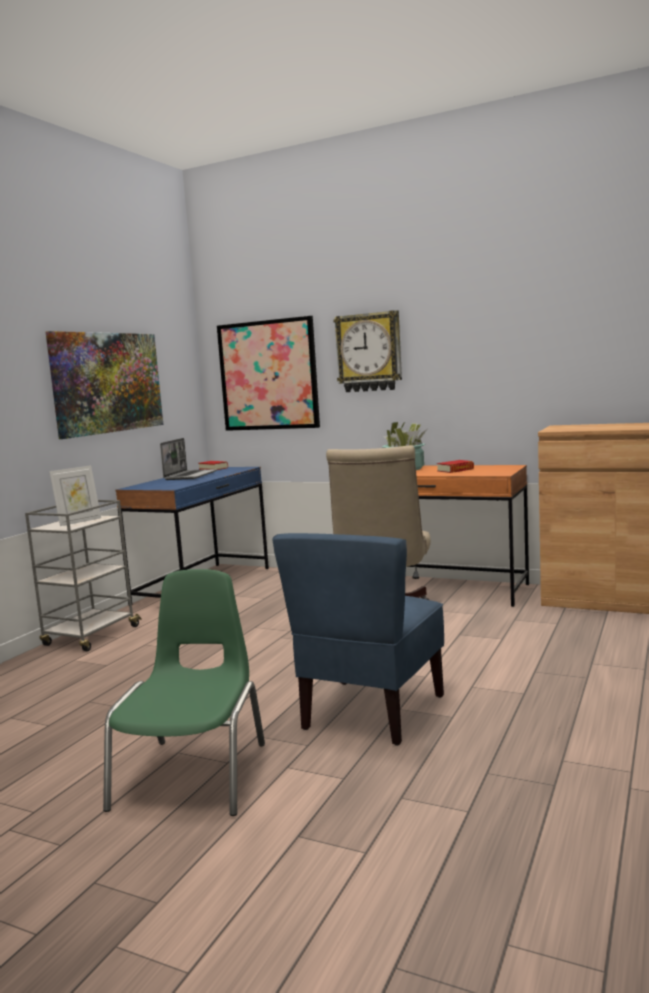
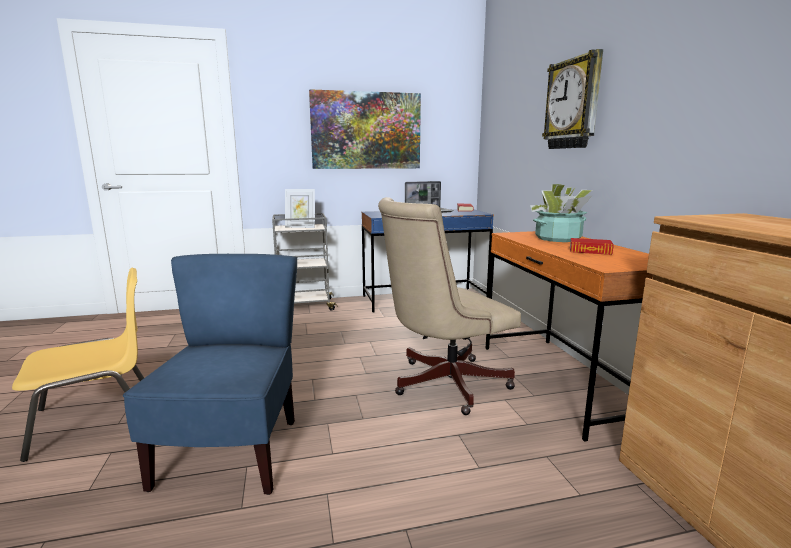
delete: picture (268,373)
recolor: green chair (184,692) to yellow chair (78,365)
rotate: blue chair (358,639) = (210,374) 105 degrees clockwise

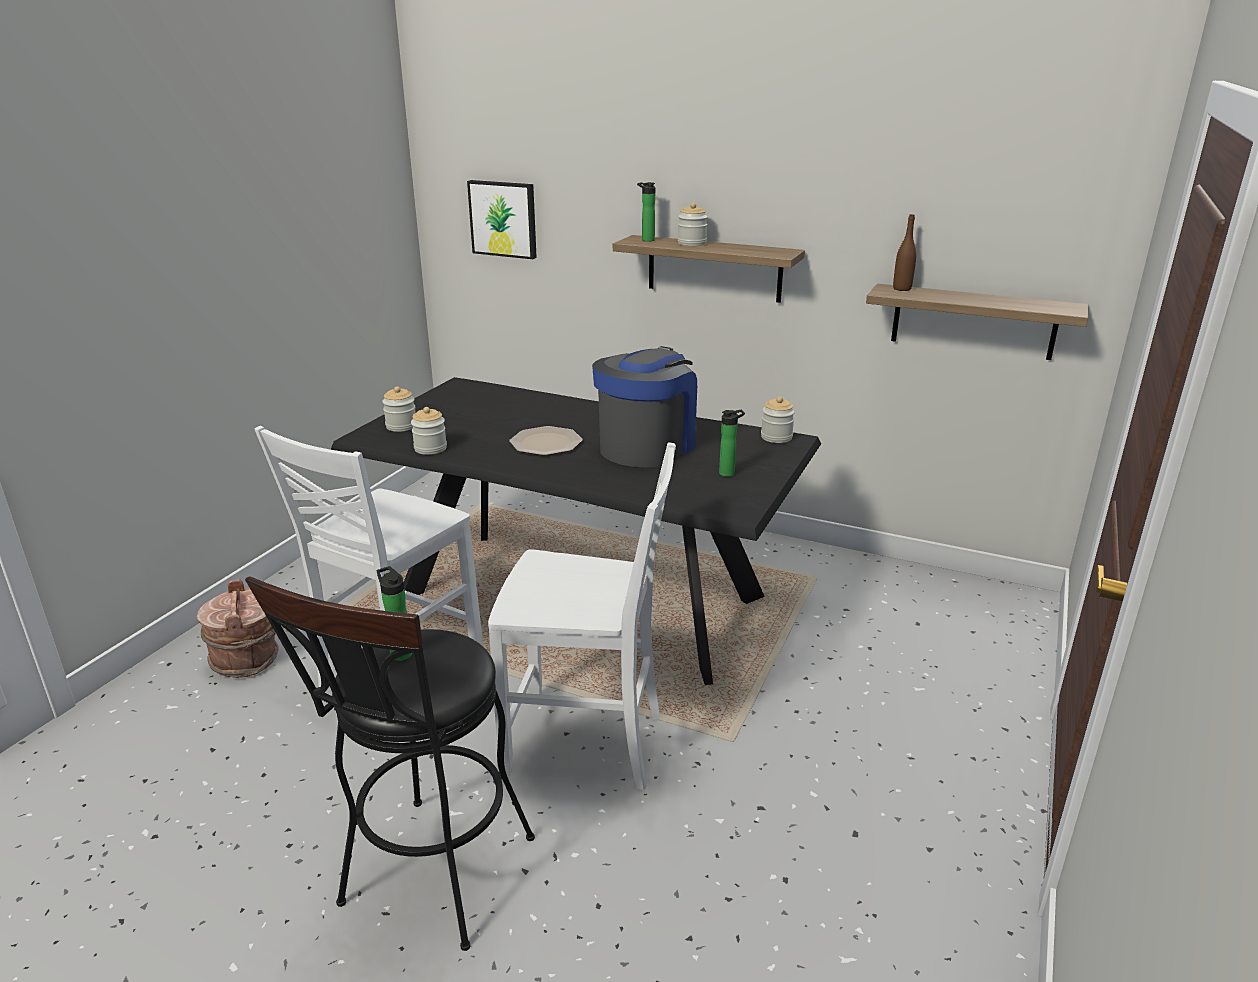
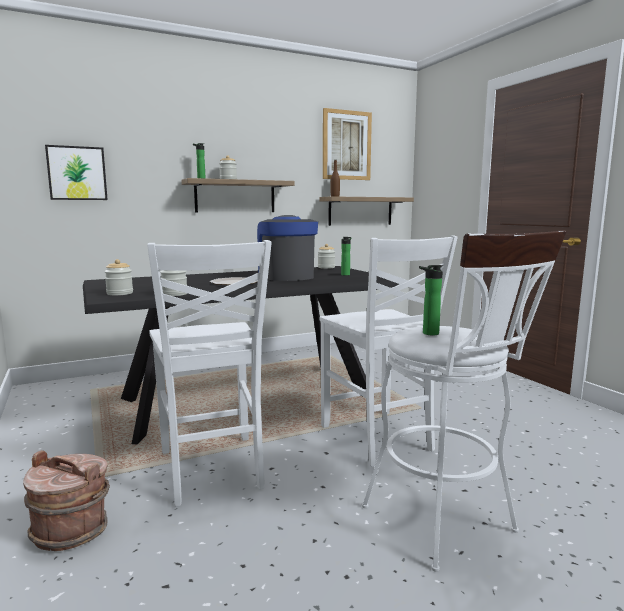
insert: picture (347,144)
recolor: black stool (390,763) to white stool (464,401)
rotate: white chair (582,616) = (389,351) 105 degrees clockwise

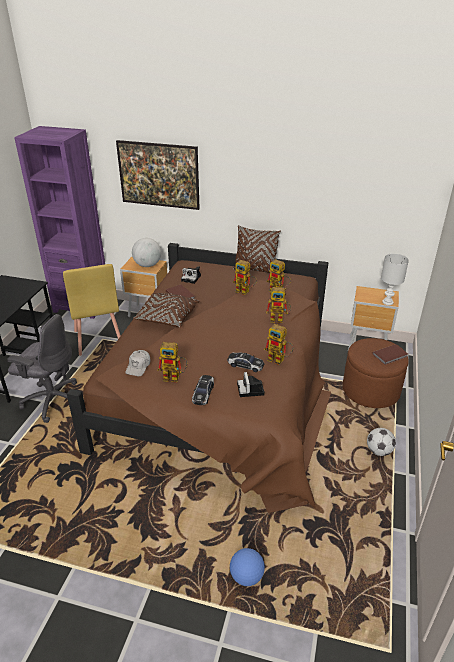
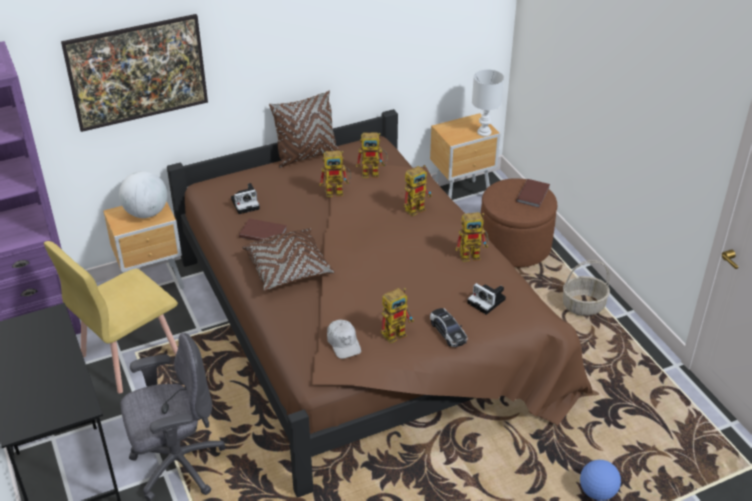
delete: toy car (245,362)
replace: football (381,442) to basket (586,288)
rotate: yellow chair (92,310) = (111,317) 105 degrees clockwise

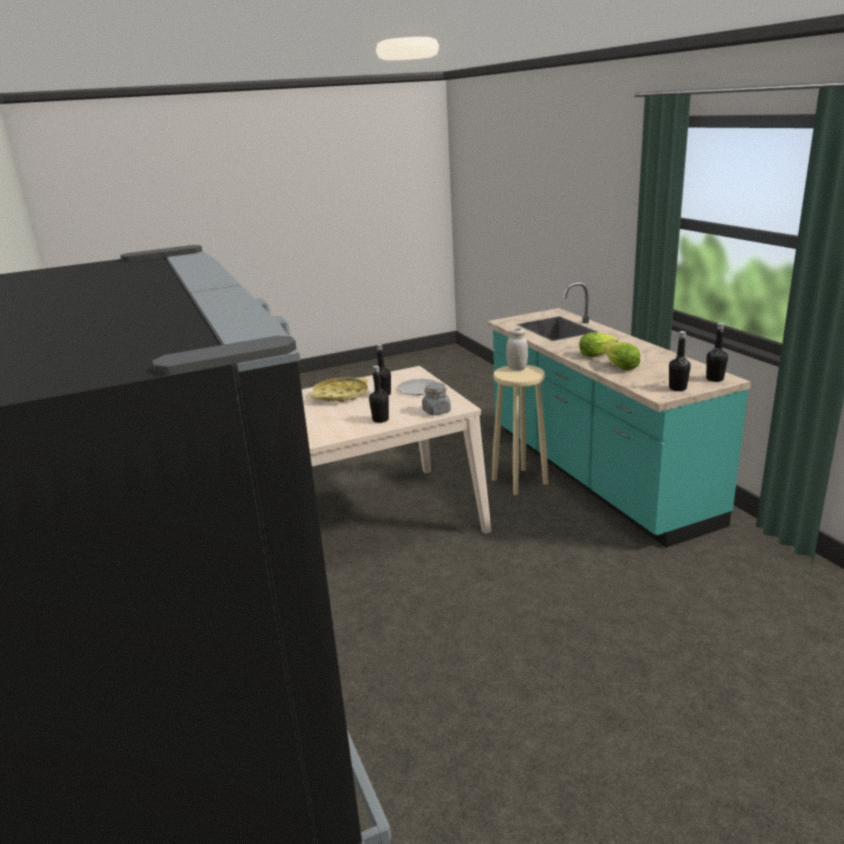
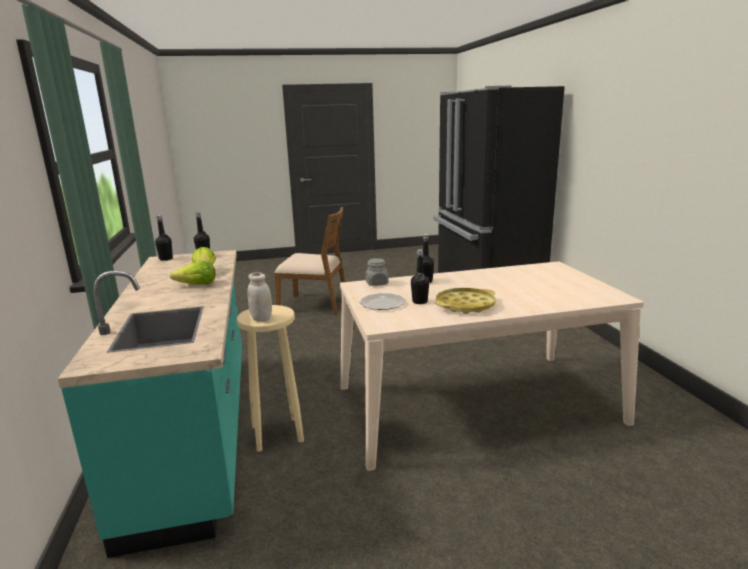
insert: brown chair (309,261)

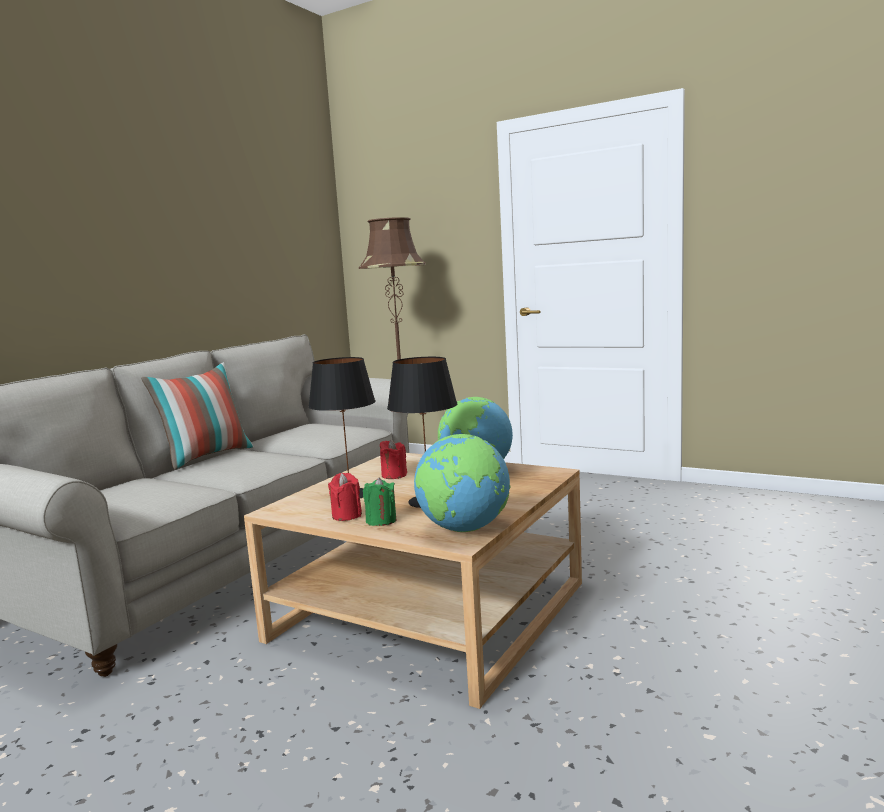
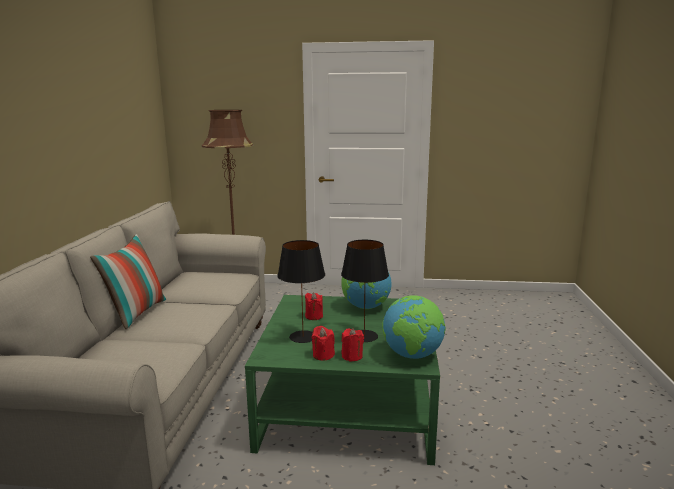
recolor: beige coffee table (413,581) to green coffee table (342,380); green candle (380,501) to red candle (352,345)

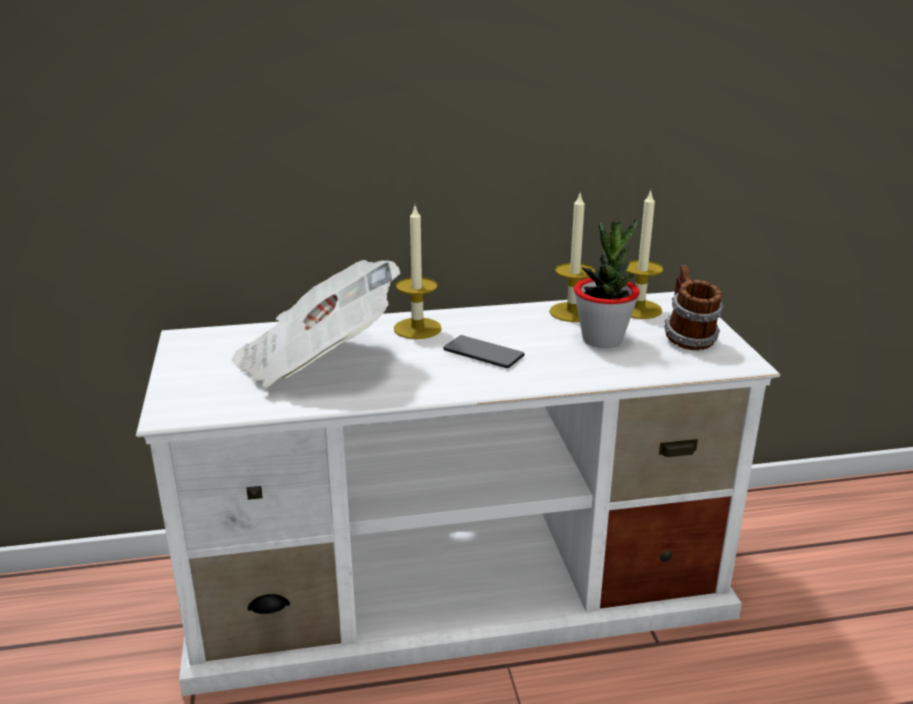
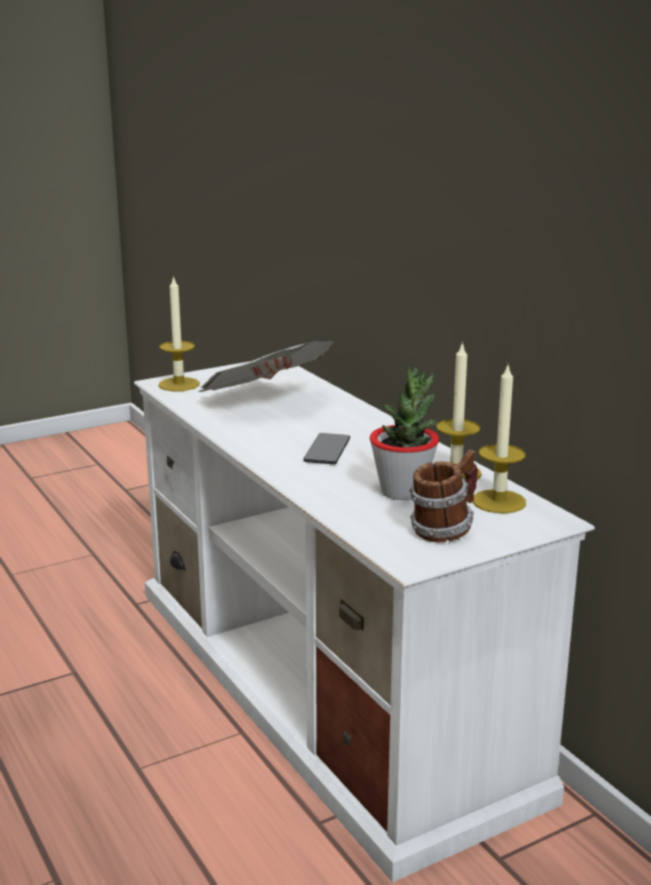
move: candle (418,272) to (179,333)

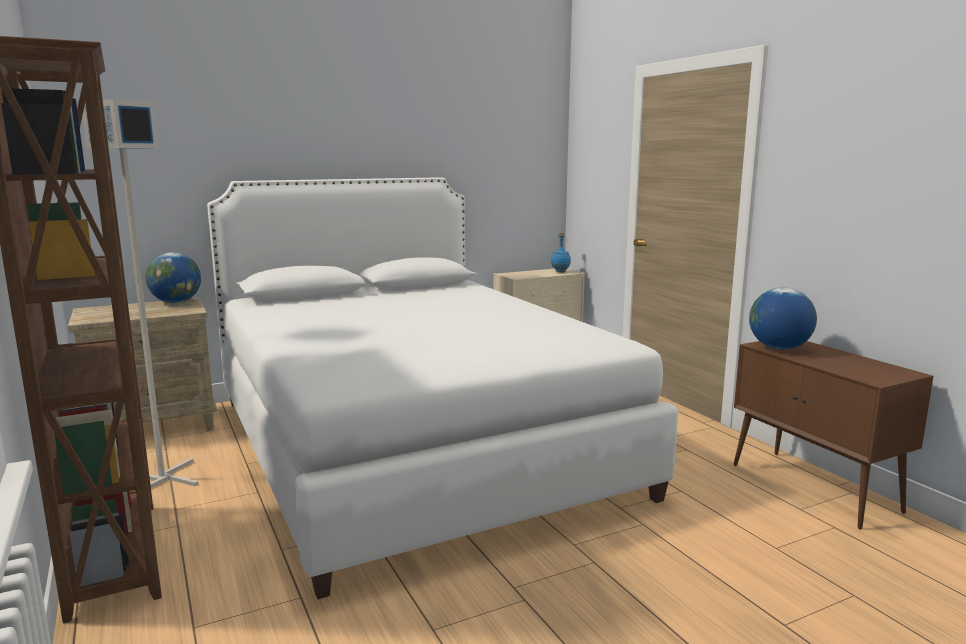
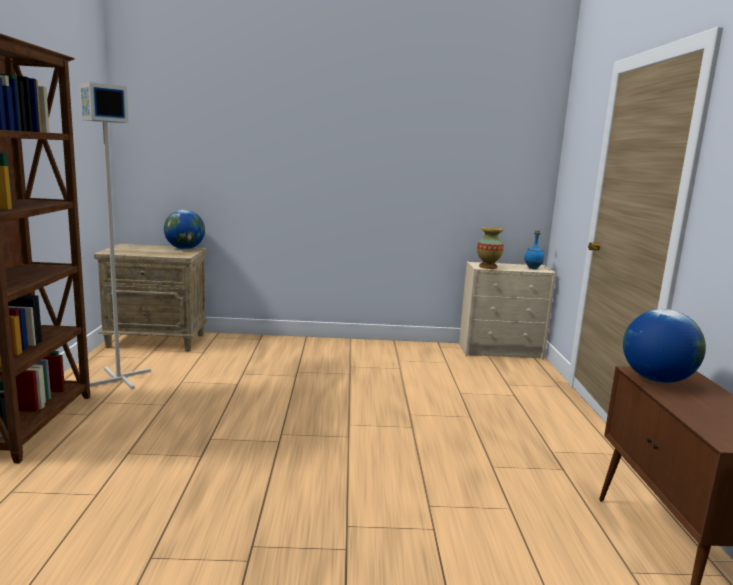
delete: white bed (442,388)
insert: vase (490,248)

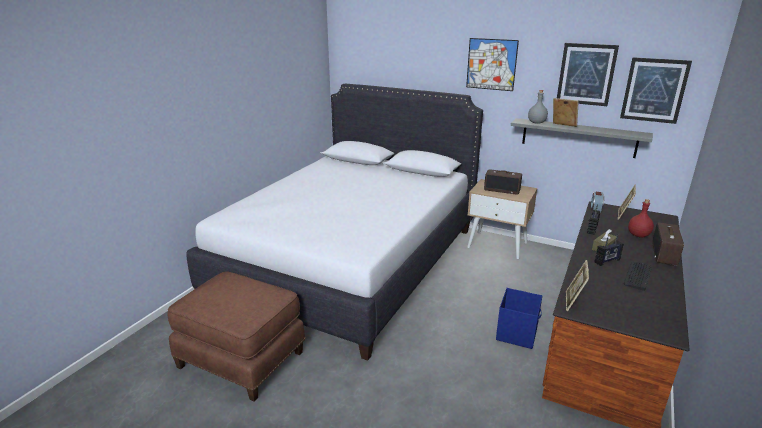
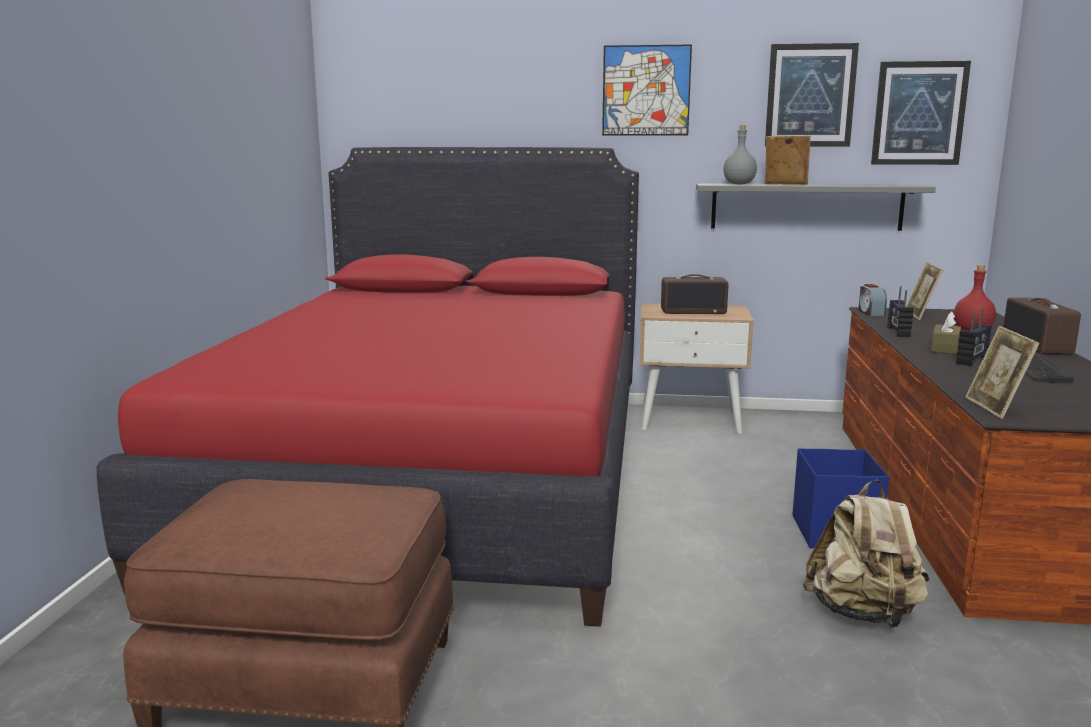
insert: beige backpack (866,554)
recolor: white bed (334,222) to red bed (368,387)

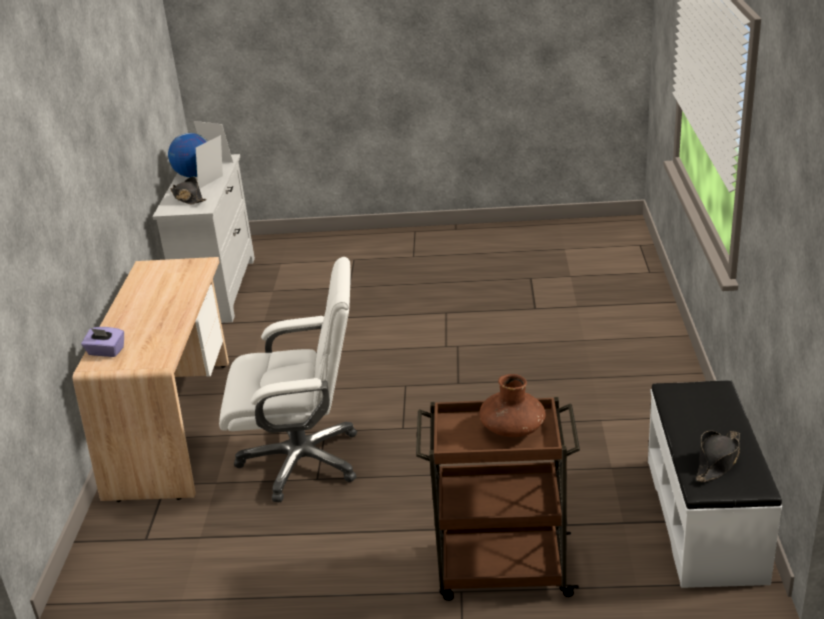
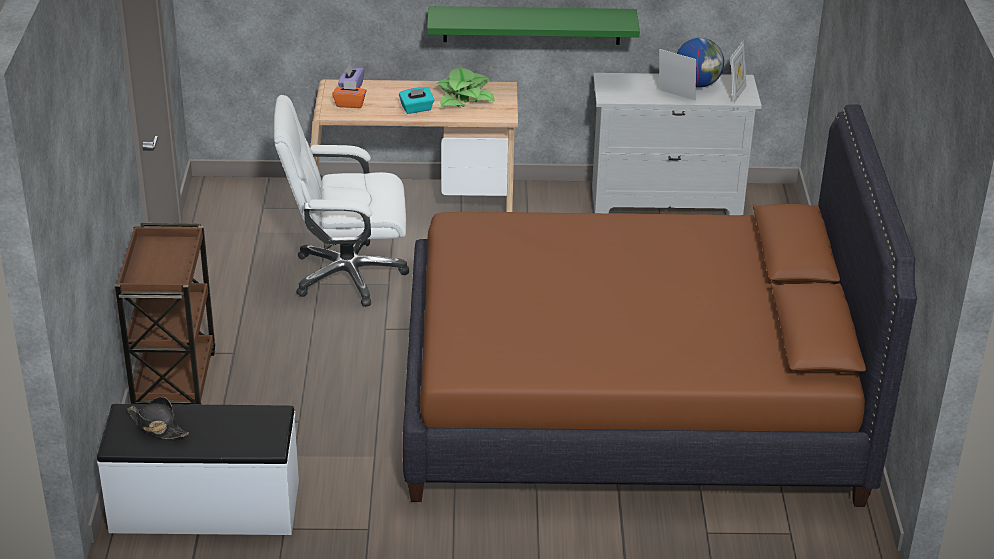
delete: black hat (188,190); brown vase (512,405)
insert: orange tissue box (349,94); turquoise tissue box (416,100); brown bed (660,305); green shelf (533,25); potted plant (465,87)
rotate: white office chair (288,380) = (341,201) 90 degrees clockwise

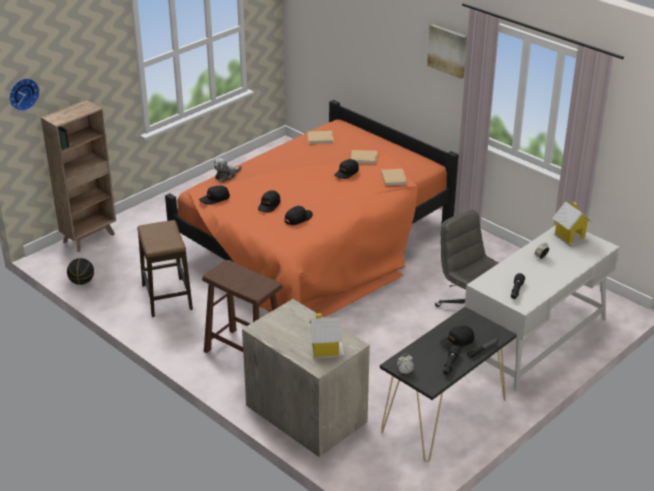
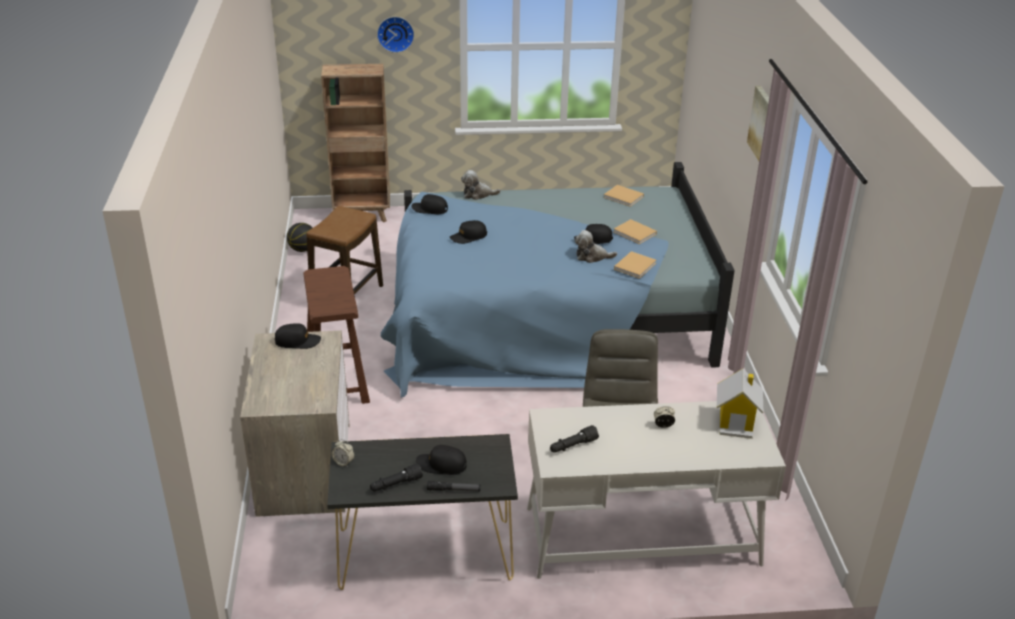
delete: toy house (326,336)
insert: plush toy (595,246)
move: wall clock (24,94) to (395,35); black cap (299,215) to (298,336)
recolor: orange bed (312,208) to blue bed (558,280)

